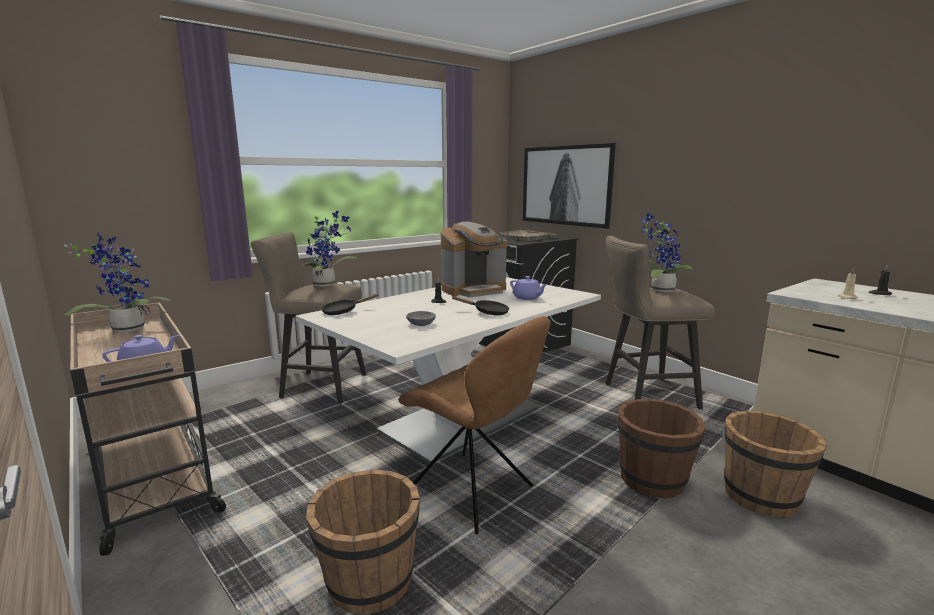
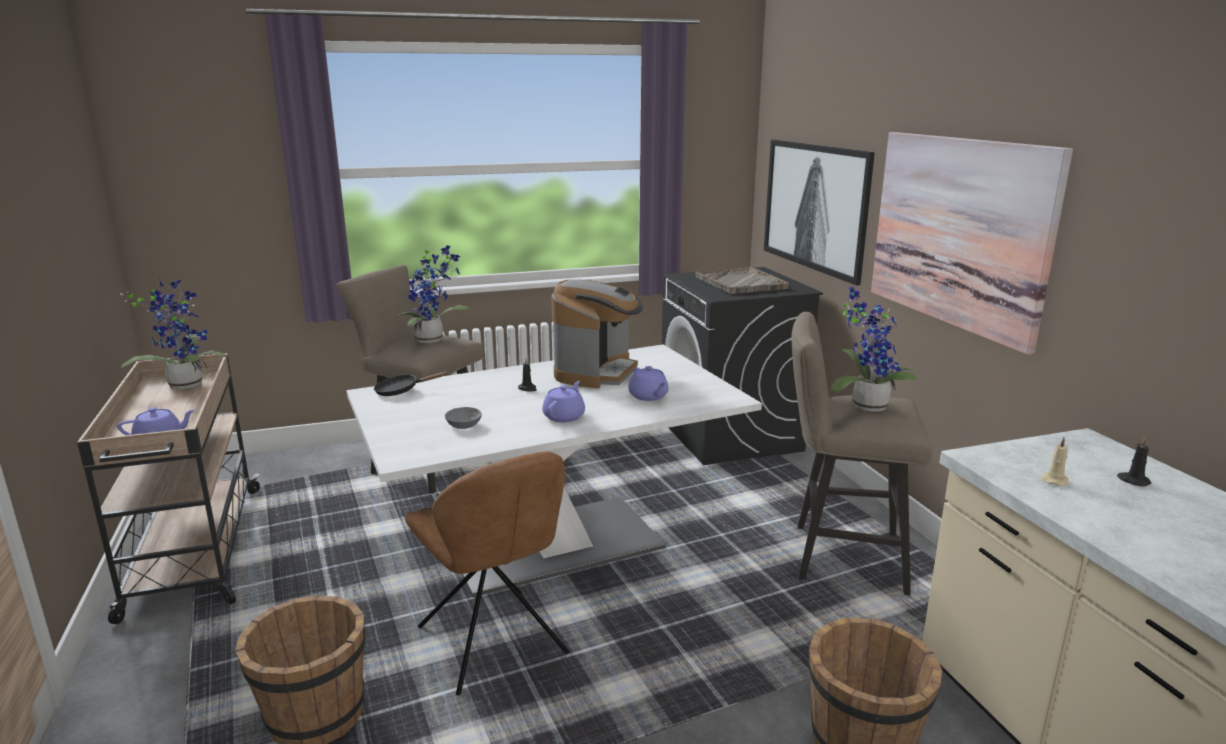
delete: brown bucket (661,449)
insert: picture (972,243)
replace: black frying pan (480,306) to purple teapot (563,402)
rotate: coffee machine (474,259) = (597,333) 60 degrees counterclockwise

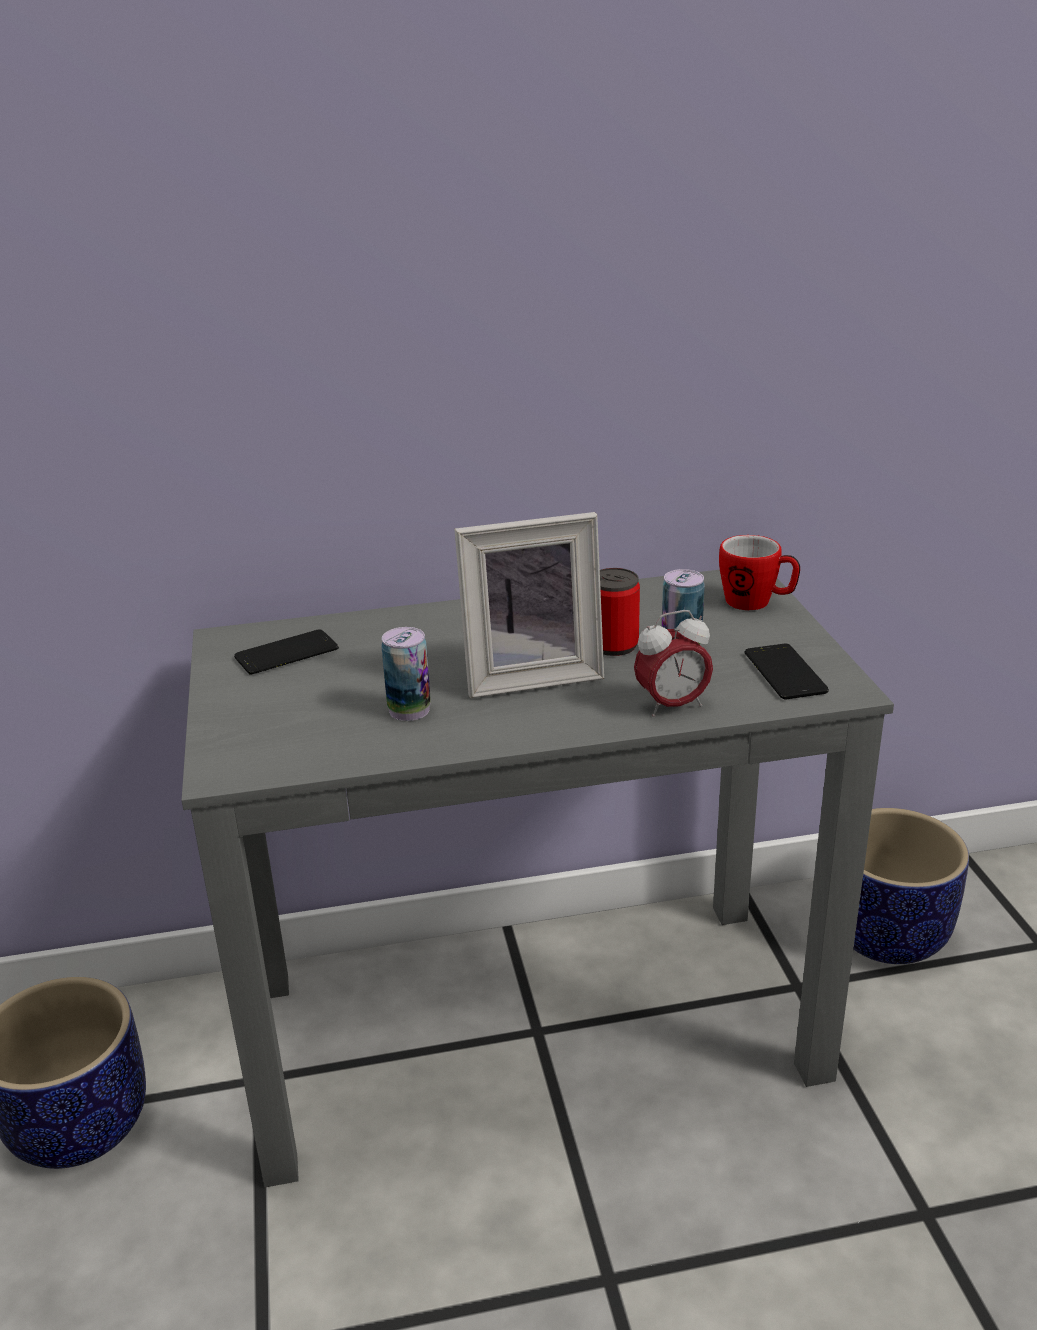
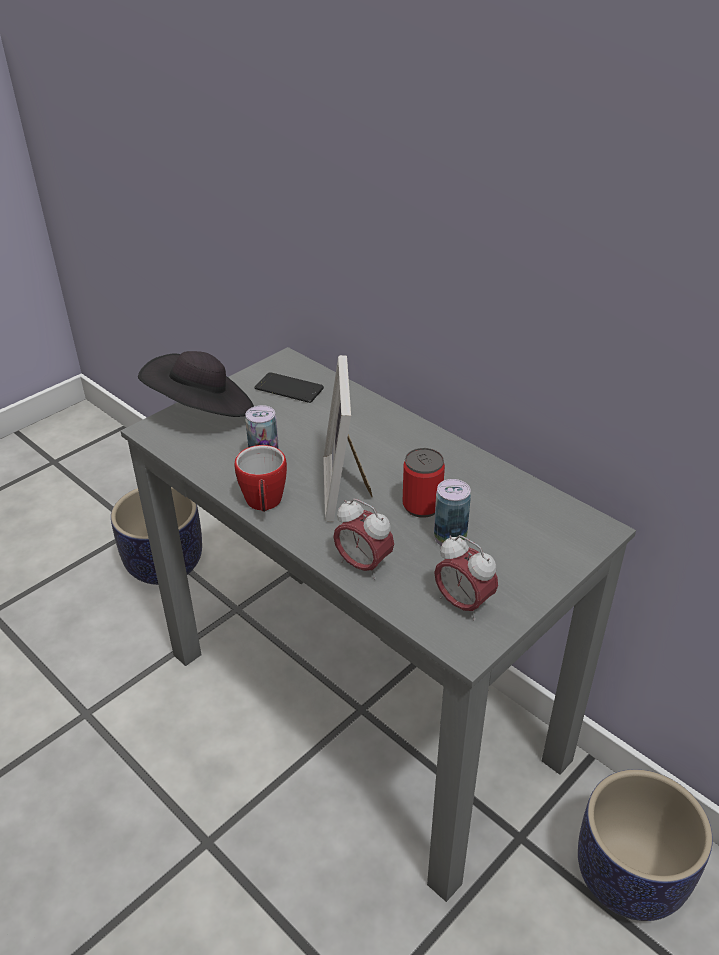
insert: black hat (196,384)
move: mug (759,572) to (260,478)
replace: phone (787,671) to alarm clock (466,578)
rotate: picture frame (529,605) = (347,438) 45 degrees clockwise

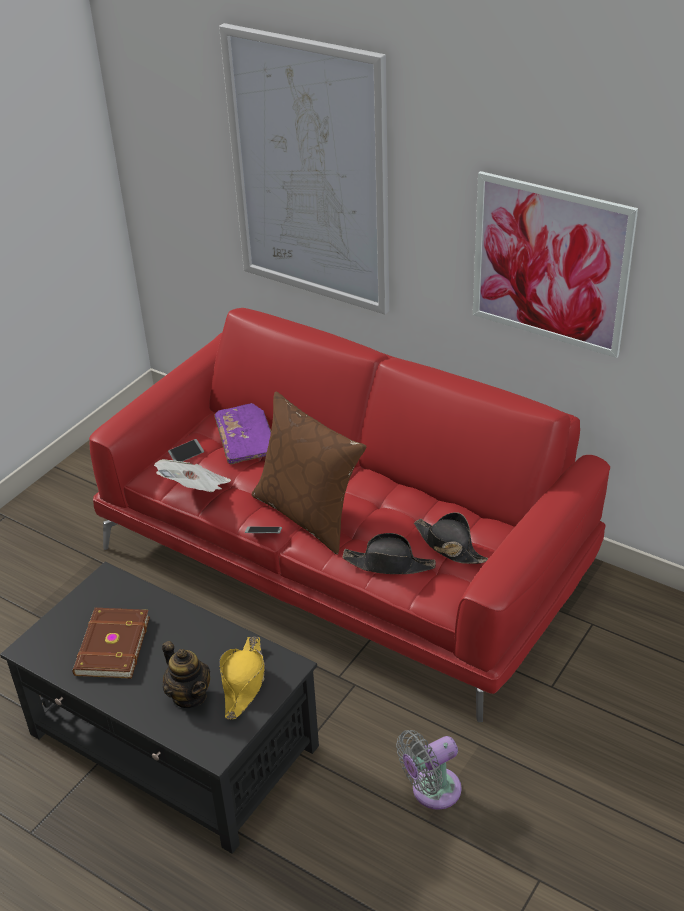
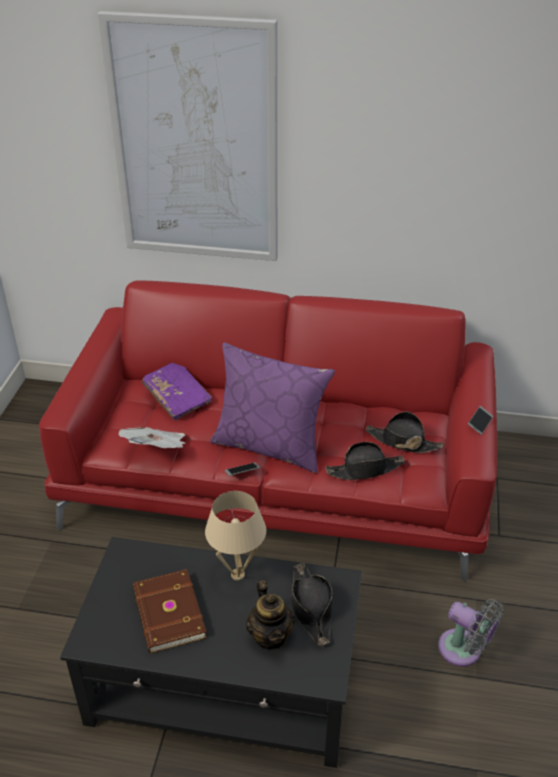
delete: picture (555,264)
insert: beige table lamp (235,536)
move: phone (186,450) to (480,420)
recolor: yellow hat (242,678) to black hat (311,604); brown pillow (309,473) to purple pillow (272,407)
rotate: teapot (186,674) = (270,615) 45 degrees clockwise; grey fan (429,770) = (470,633) 90 degrees counterclockwise

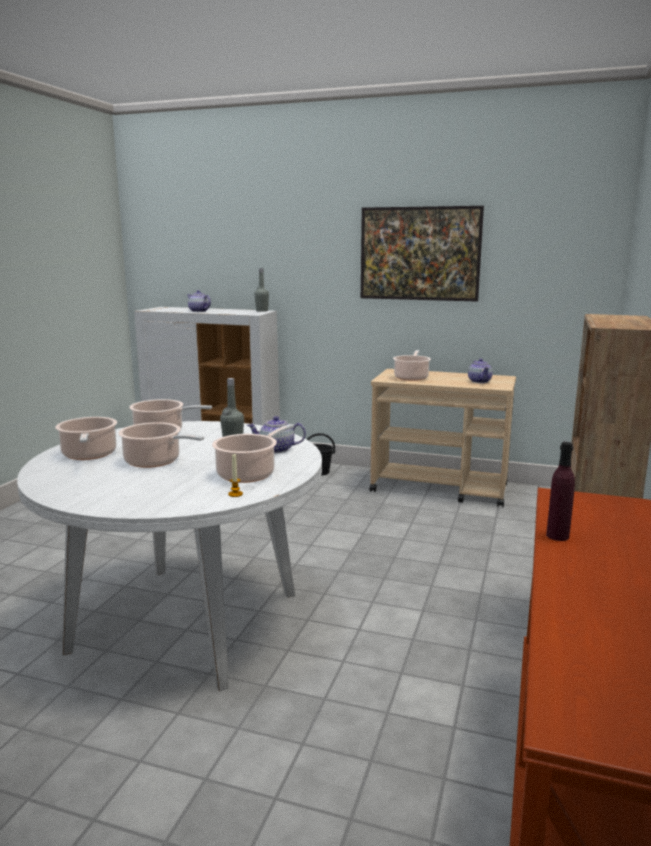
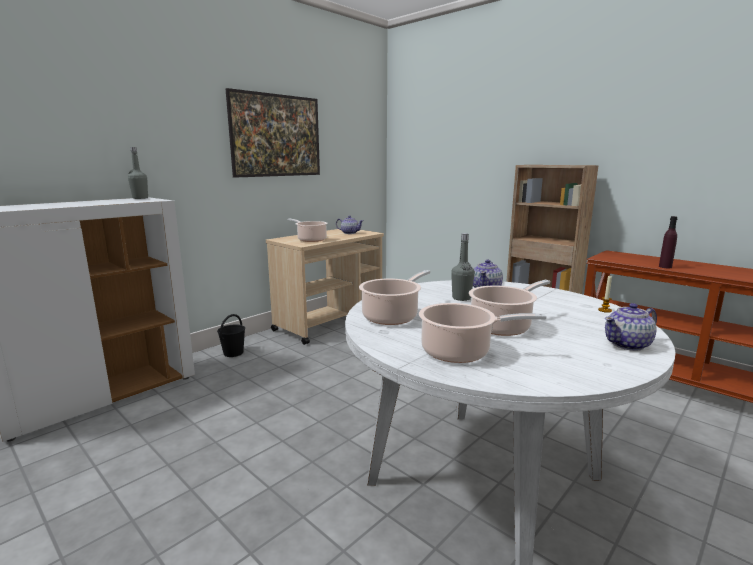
delete: cooking pot (253,453)
move: teapot (199,301) to (631,327)

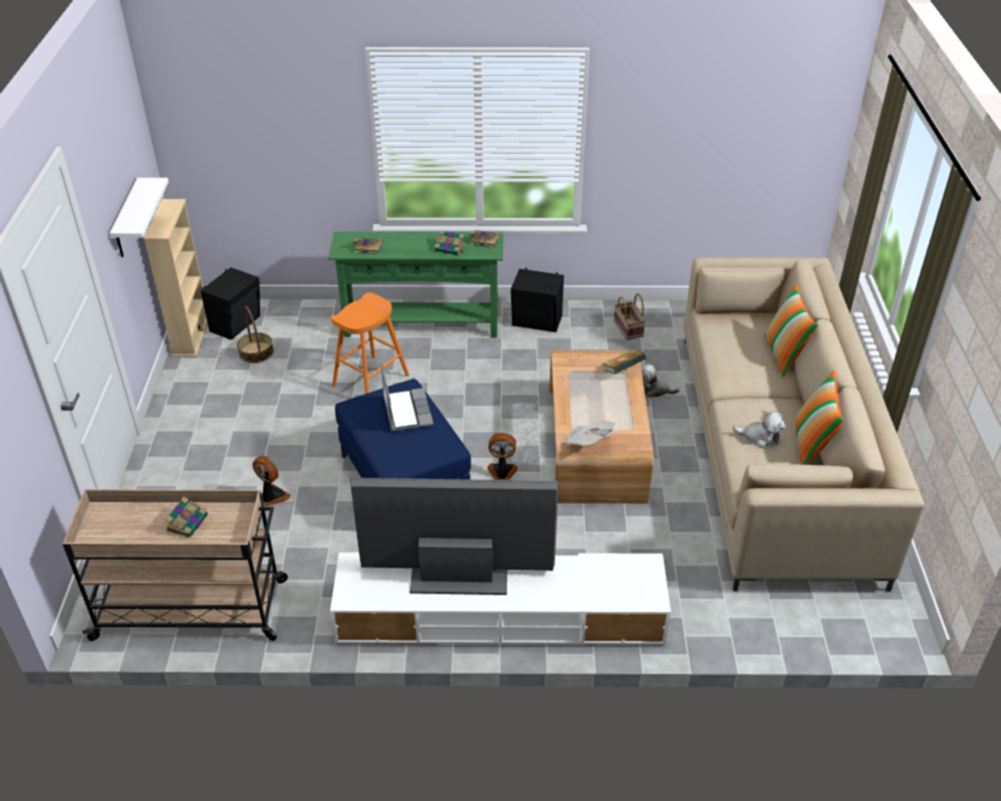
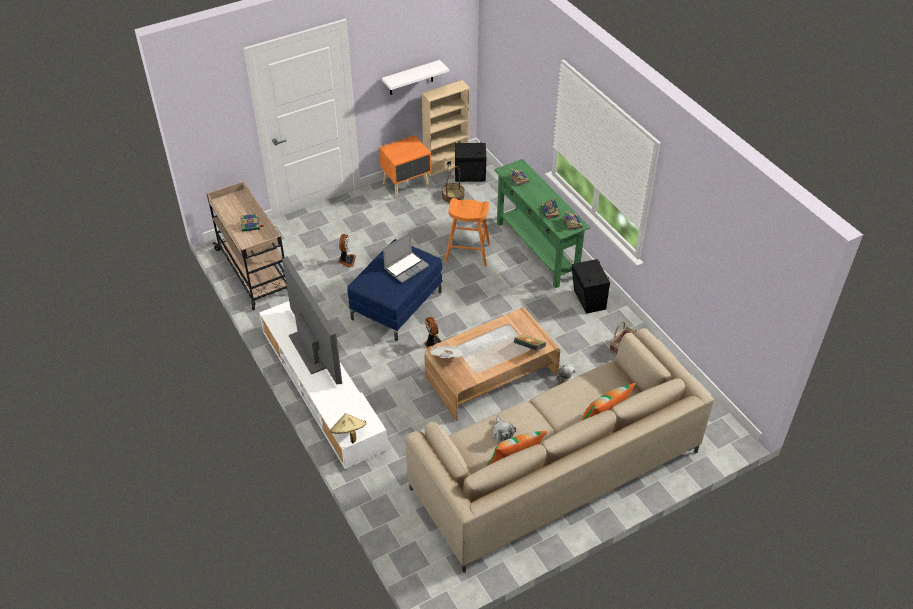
insert: beige hat (348,428); orange nightstand (405,167)

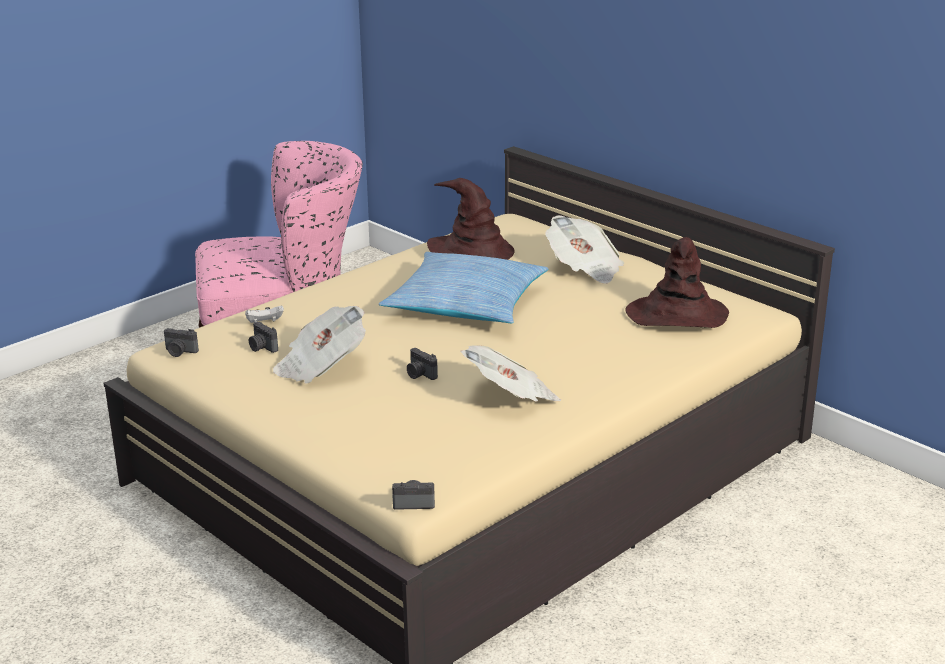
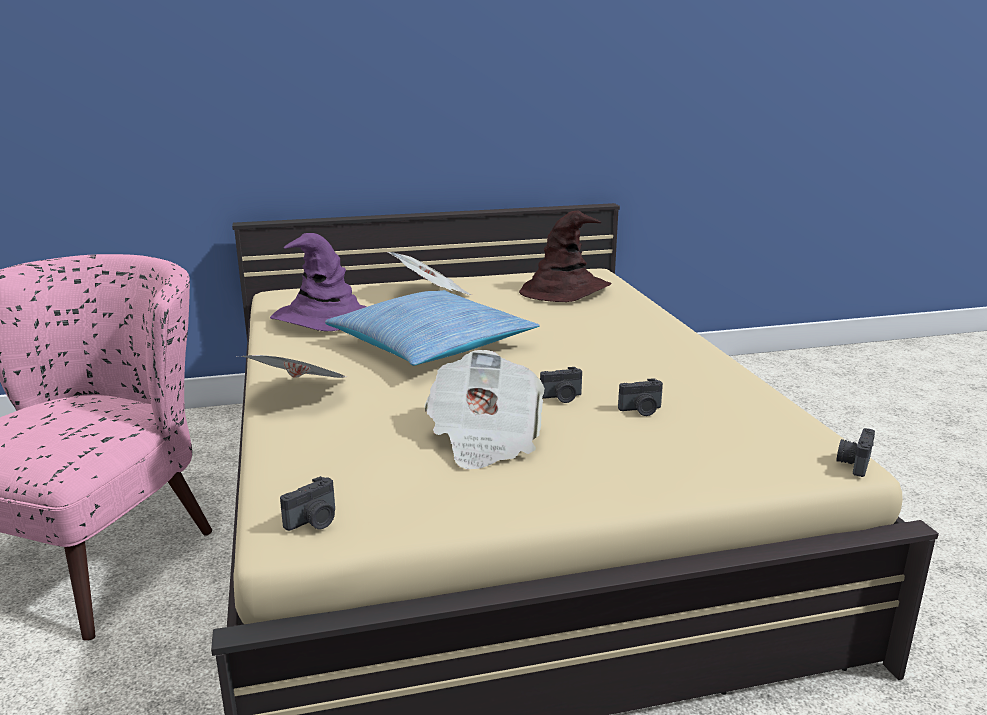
delete: white game controller (264,314)
move: photo camera (263,337) to (640,397); newspaper (511,373) to (292,366)
recolor: brown hat (471,219) to purple hat (318,282)

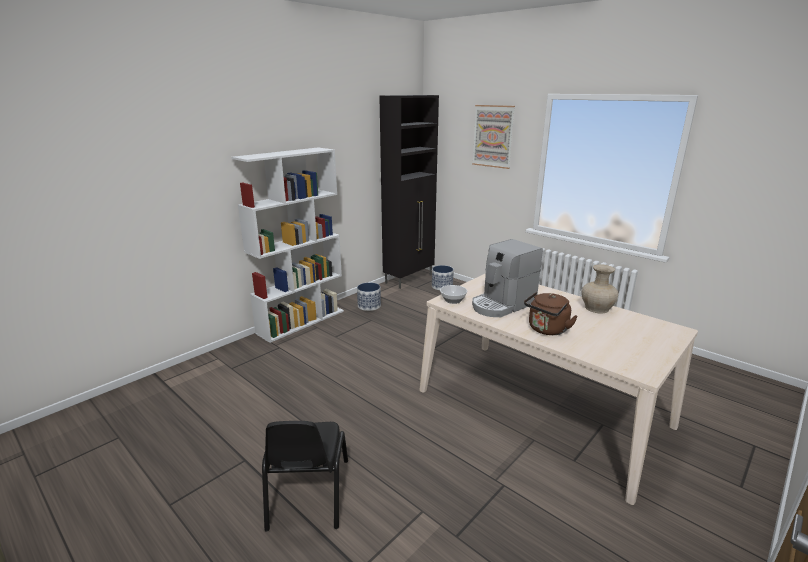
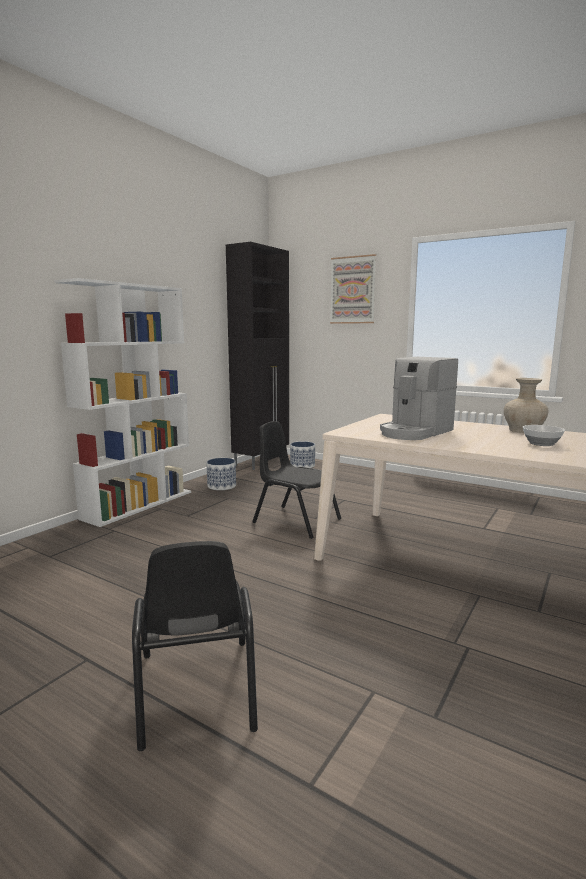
delete: brown kettle (551,313)
insert: black chair (296,480)
move: bowl (453,294) to (544,435)

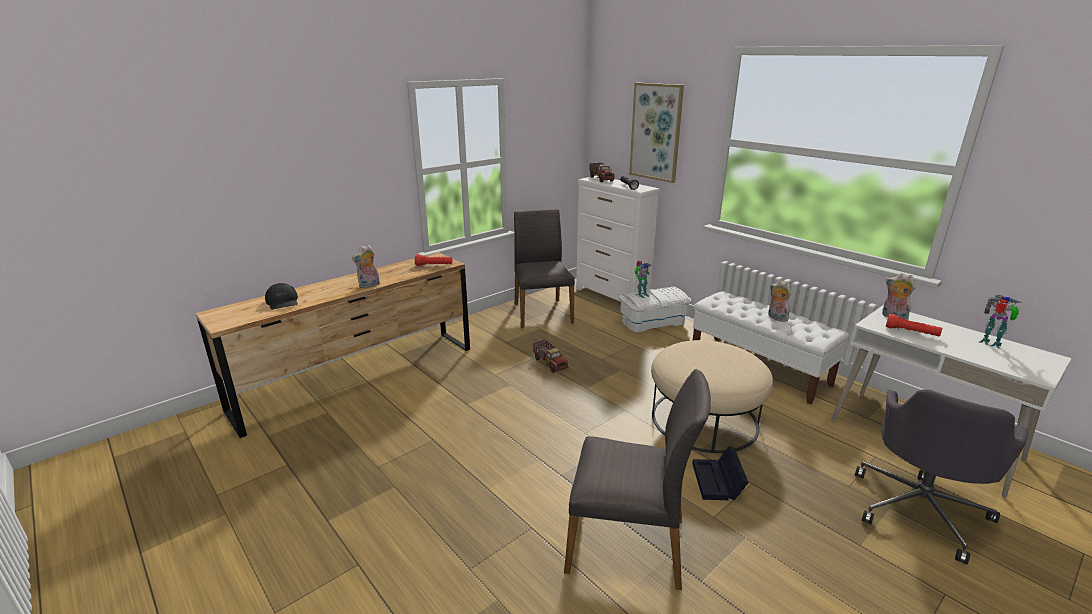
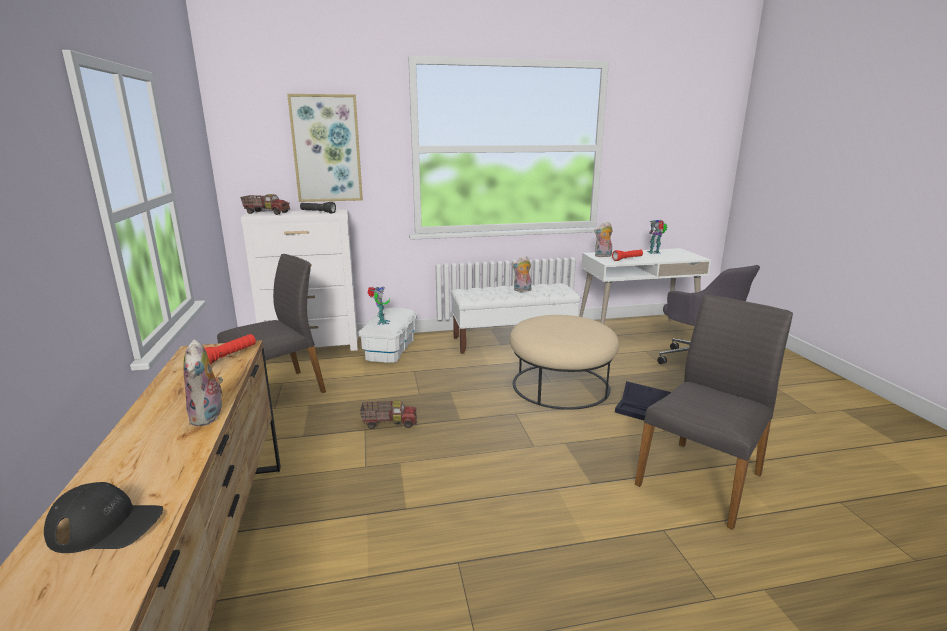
rotate: grey chair (544,268) = (271,323) 120 degrees clockwise

